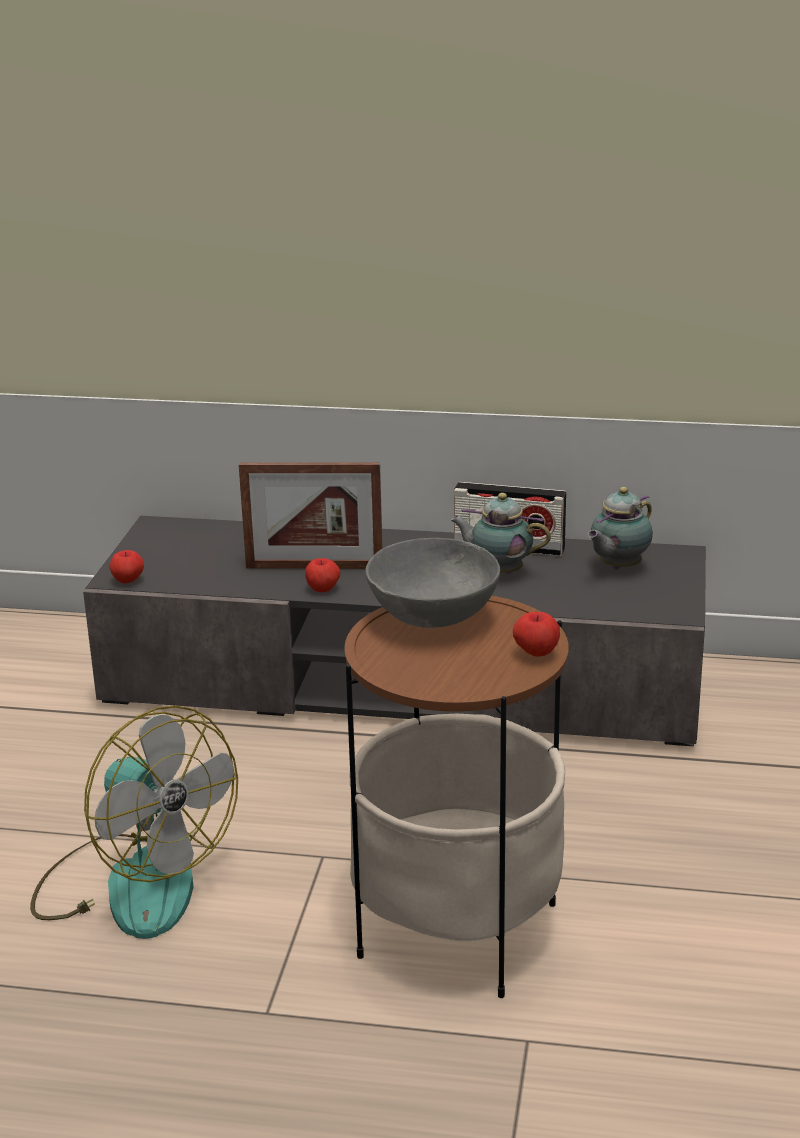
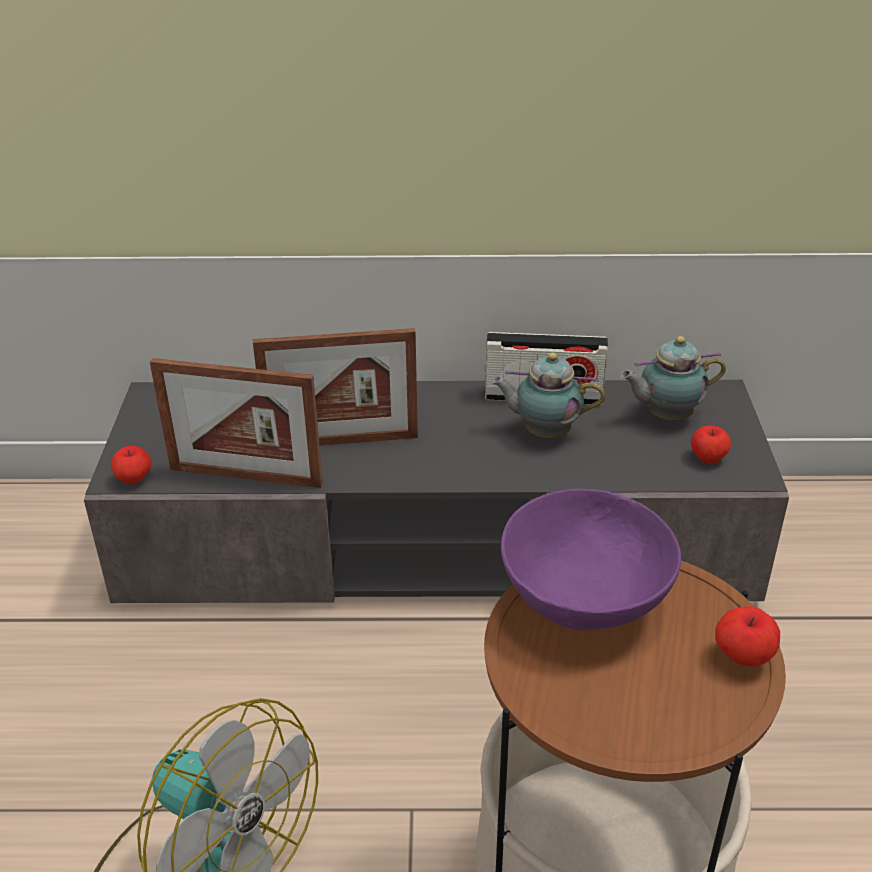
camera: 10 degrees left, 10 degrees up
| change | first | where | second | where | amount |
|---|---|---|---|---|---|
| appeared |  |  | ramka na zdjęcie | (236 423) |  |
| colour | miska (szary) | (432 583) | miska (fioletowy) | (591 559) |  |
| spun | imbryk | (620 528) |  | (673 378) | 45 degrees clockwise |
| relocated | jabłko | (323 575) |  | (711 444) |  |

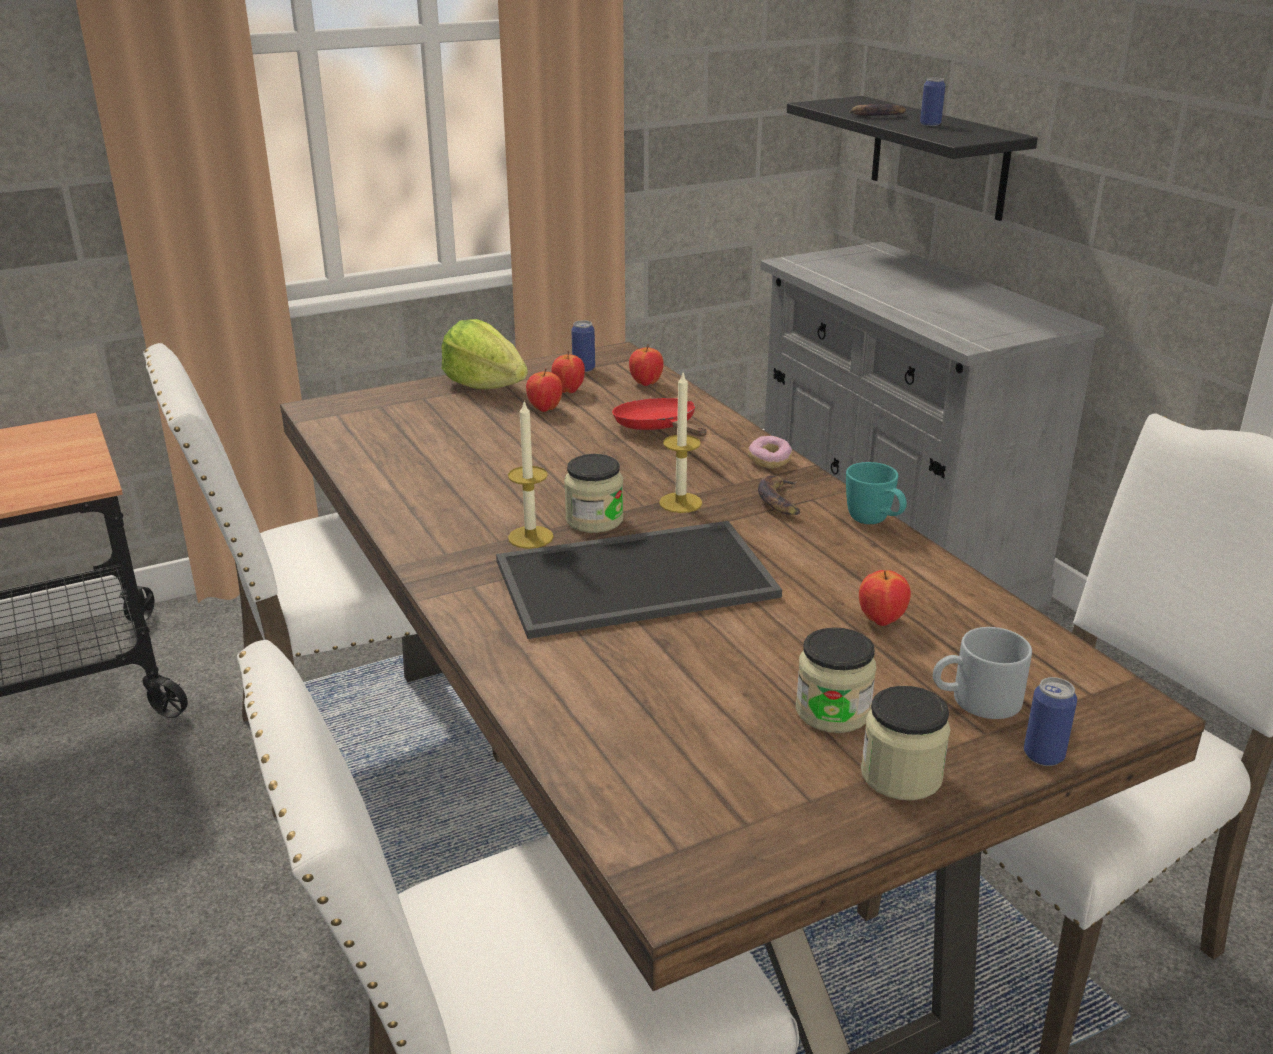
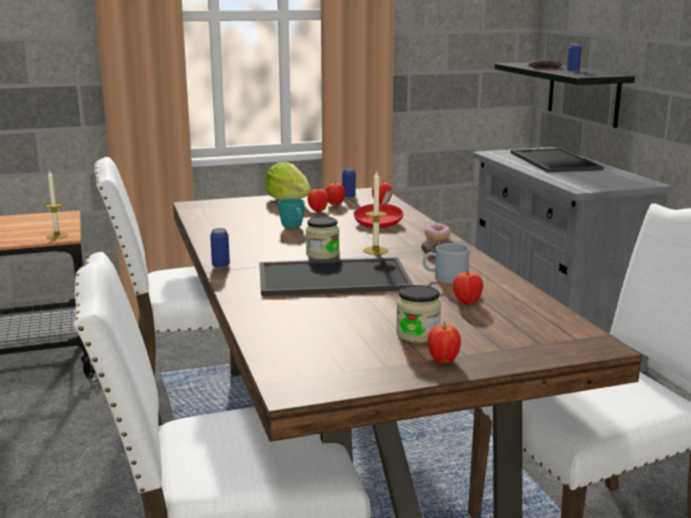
camera: 10 degrees right, 10 degrees down
| change | first | where | second | where | amount |
|---|---|---|---|---|---|
| relocated | świeca | (531 474) |  | (56 205) |  |
| relocated | puszka | (1050 721) |  | (220 248) |  |
| relocated | kubek (turkusowy) | (876 493) |  | (291 213) |  |
| spun | patelnia (czerwony) | (659 417) |  | (379 209) | 150 degrees counterclockwise |
| relocated | kubek (szary) | (982 673) |  | (446 263) |  |
| exchanged | słoik | (905 743) | jabłko | (444 343) |  |
| appeared |  |  | taca | (557 160) |  |

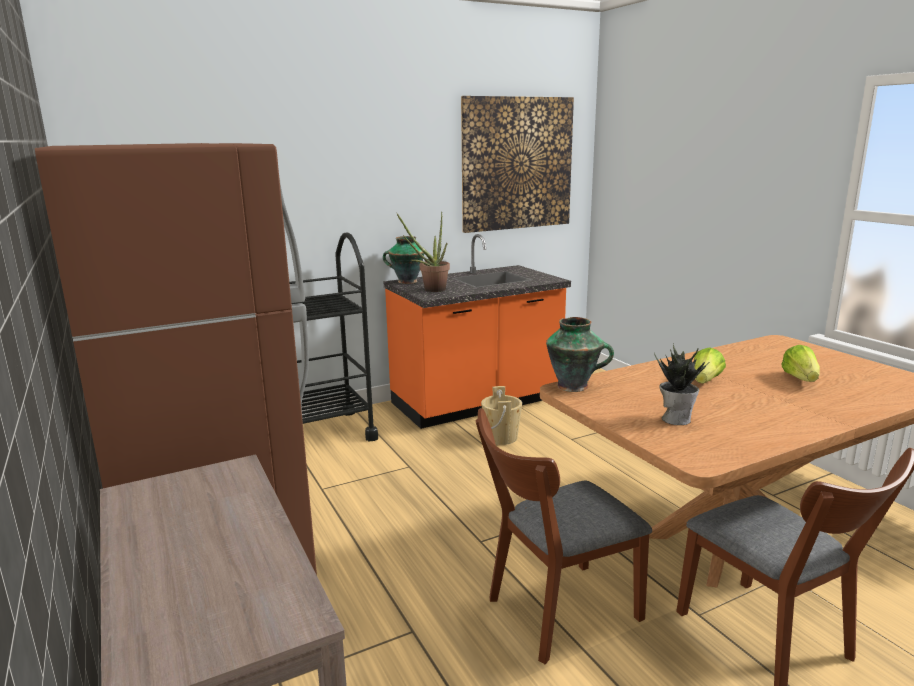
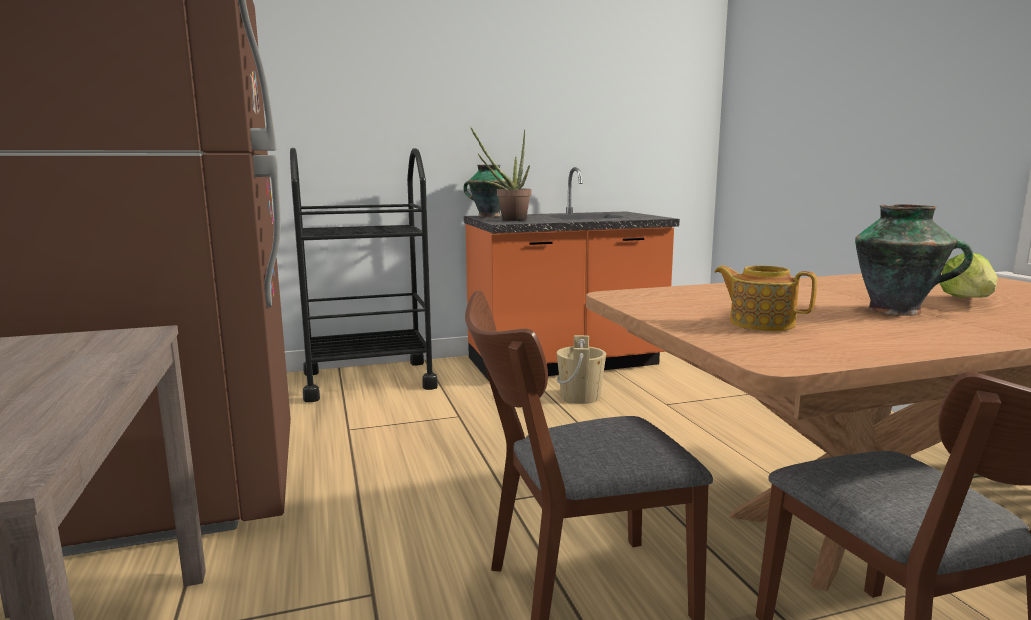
camera: 10 degrees right, 5 degrees down
| change | first | where | second | where | amount |
|---|---|---|---|---|---|
| exchanged | roślina doniczkowa | (682 384) | imbryk | (766 298) |  |
| relocated | wazon | (580 354) |  | (914 260) |  |
| missing | obraz | (517 164) |  |  |  |
| missing | sałata | (710 365) |  |  |  |

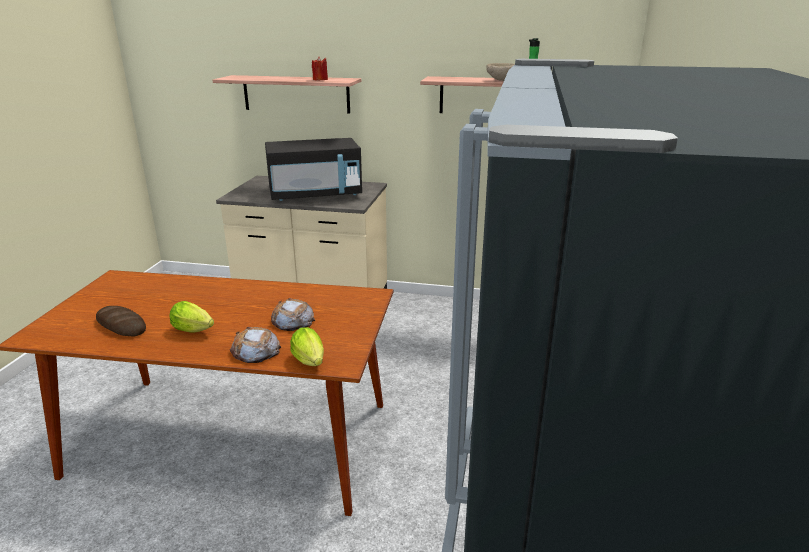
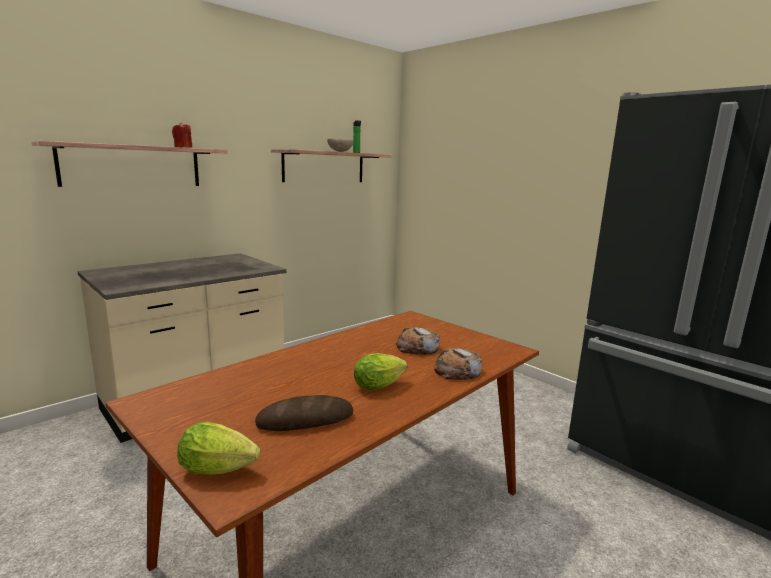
camera: 55 degrees left, 10 degrees down
| change | first | where | second | where | amount |
|---|---|---|---|---|---|
| relocated | sałata | (307 346) |  | (218 448) |  |
| missing | mikrofalówka (czarny) | (313 169) |  |  |  |

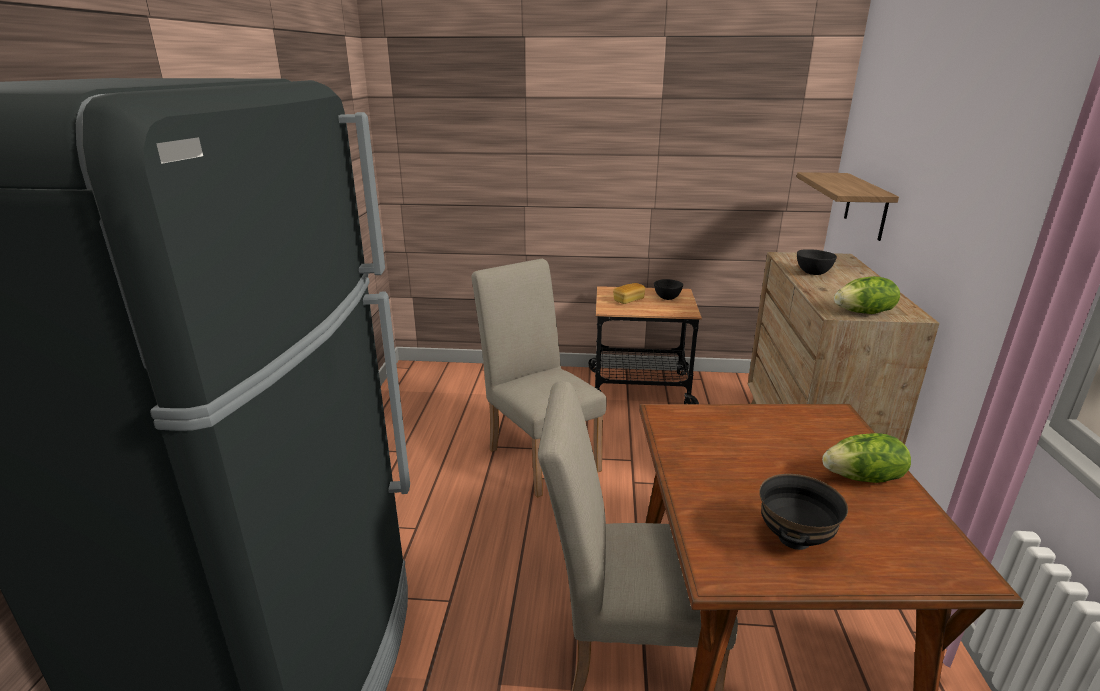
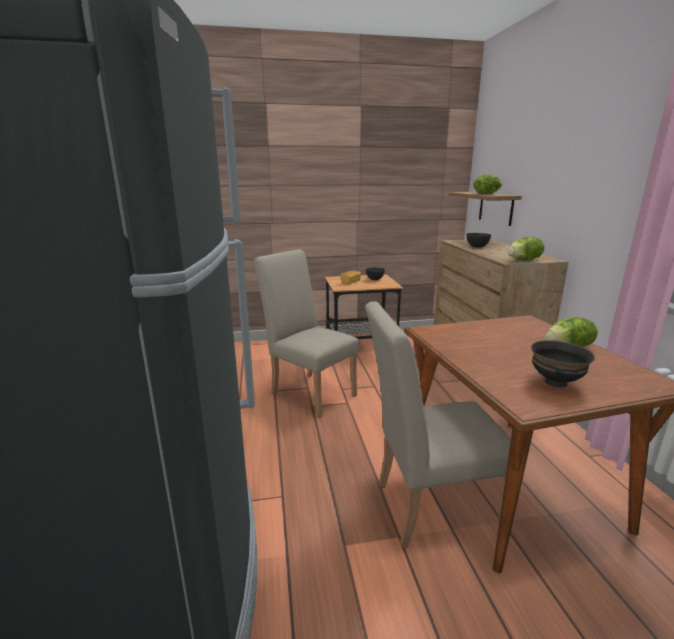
camera: 15 degrees left, 5 degrees down
| change | first | where | second | where | amount |
|---|---|---|---|---|---|
| appeared |  |  | sałata | (487 184) |  |

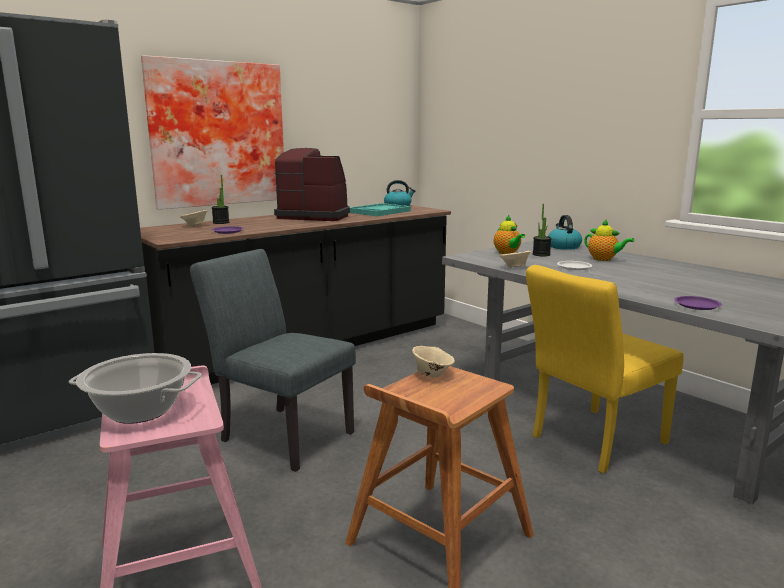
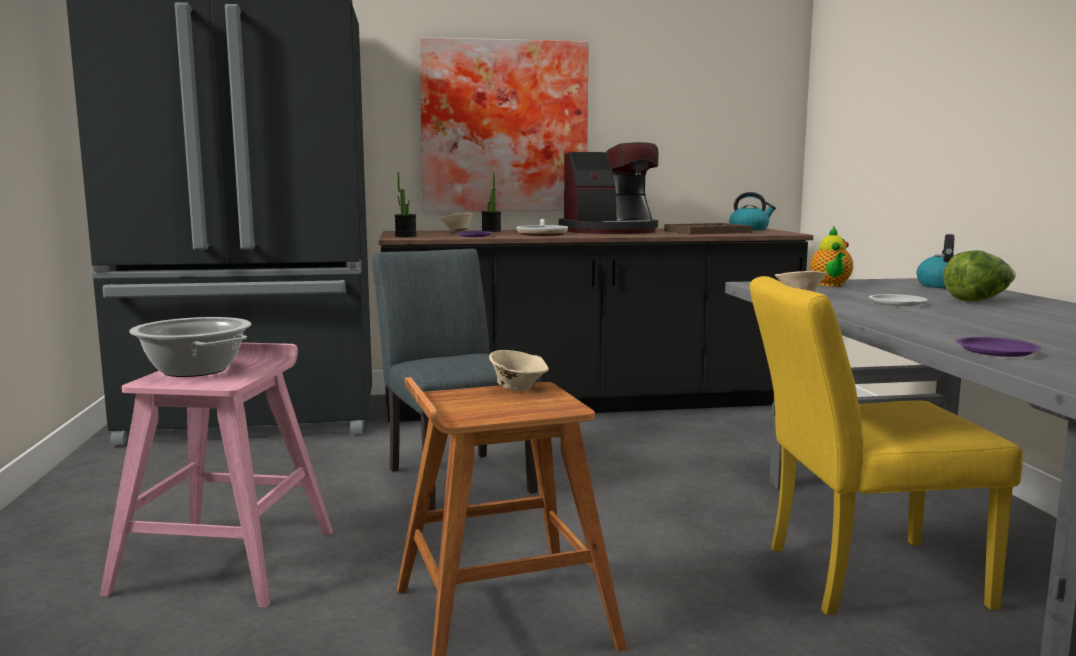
camera: 30 degrees right, 5 degrees down
| change | first | where | second | where | amount |
|---|---|---|---|---|---|
| relocated | roślina doniczkowa | (542 230) |  | (406 204) |  |
| appeared |  |  | patelnia | (542 227) |  |
| spun | ekspres do kawy | (312 184) |  | (608 188) | 120 degrees clockwise |
| colour | taca (turkusowy) | (380 209) | taca (brązowy) | (708 228) |  |
| exchanged | imbryk | (609 240) | sałata | (979 275) |  |

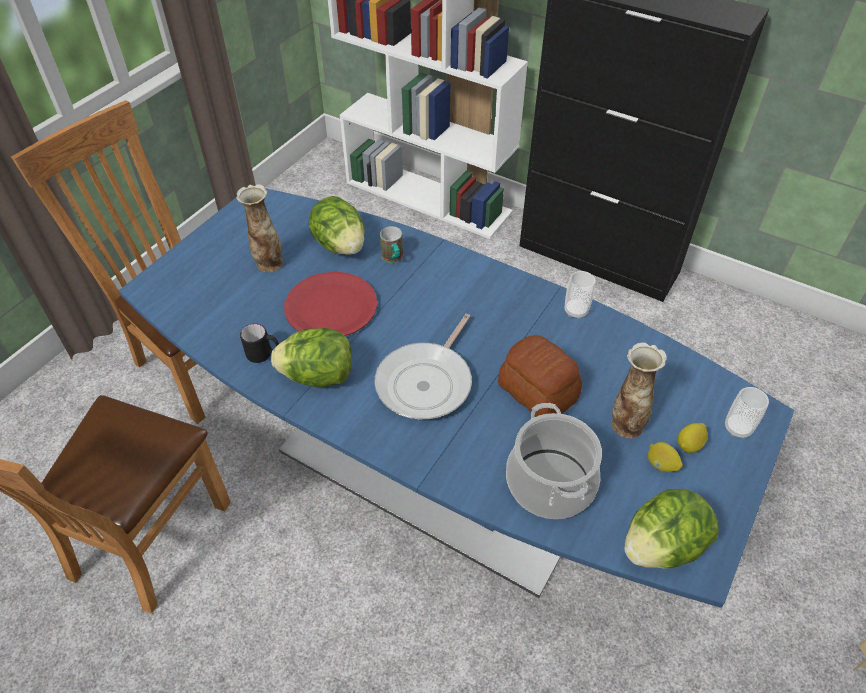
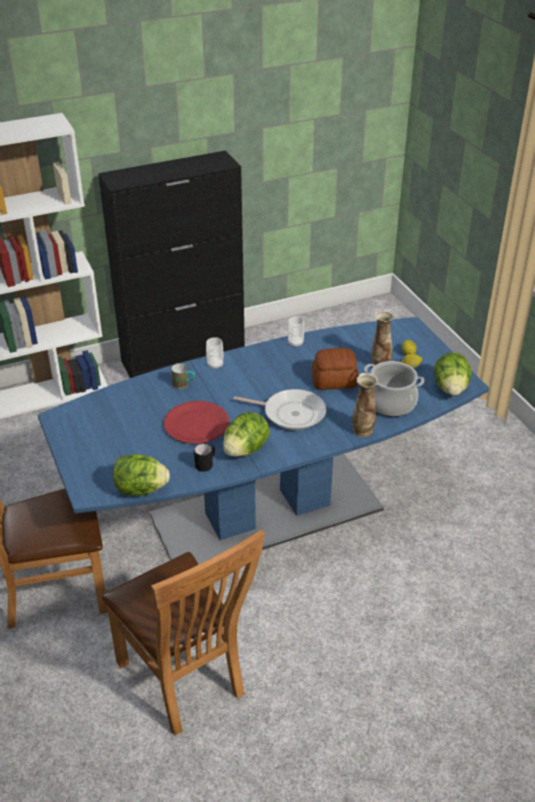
camera: 55 degrees left, 10 degrees down
| change | first | where | second | where | amount |
|---|---|---|---|---|---|
| relocated | sałata | (337 225) |  | (141 475) |  |
| relocated | filiżanka | (747 413) |  | (214 353) |  |
| spun | patelnia | (423 366) |  | (279 409) | 45 degrees counterclockwise |
| relocated | wazon | (259 228) |  | (365 405) |  |

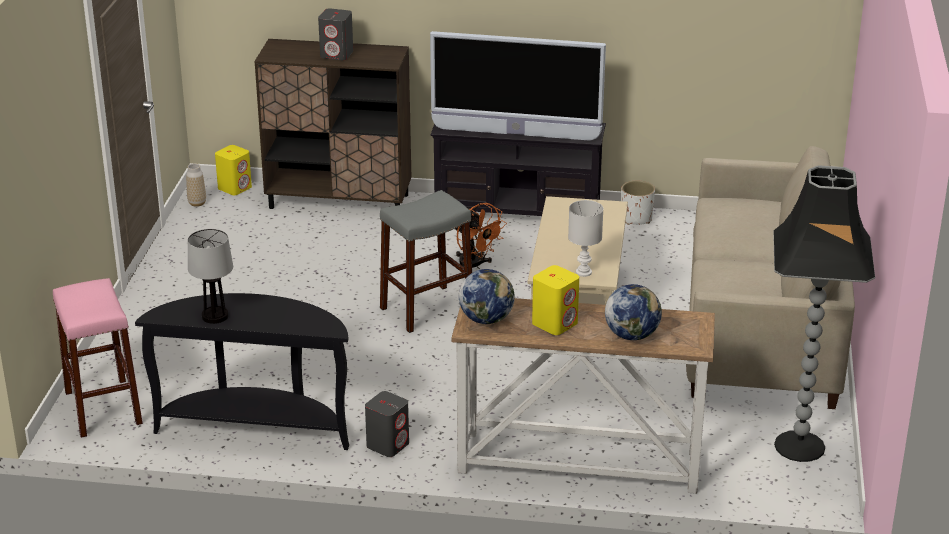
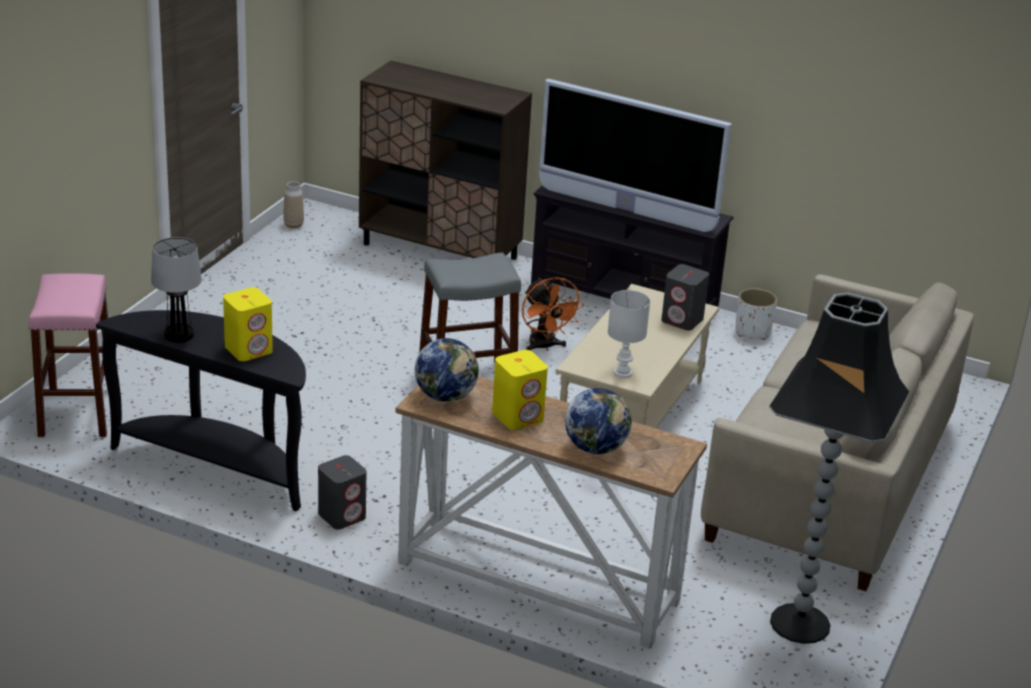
camera: 15 degrees right, 0 degrees up
| change | first | where | second | where | amount |
|---|---|---|---|---|---|
| relocated | głośnik (żółty) | (233 170) |  | (248 324) |  |
| relocated | głośnik (szary) | (335 34) |  | (685 297) |  |

